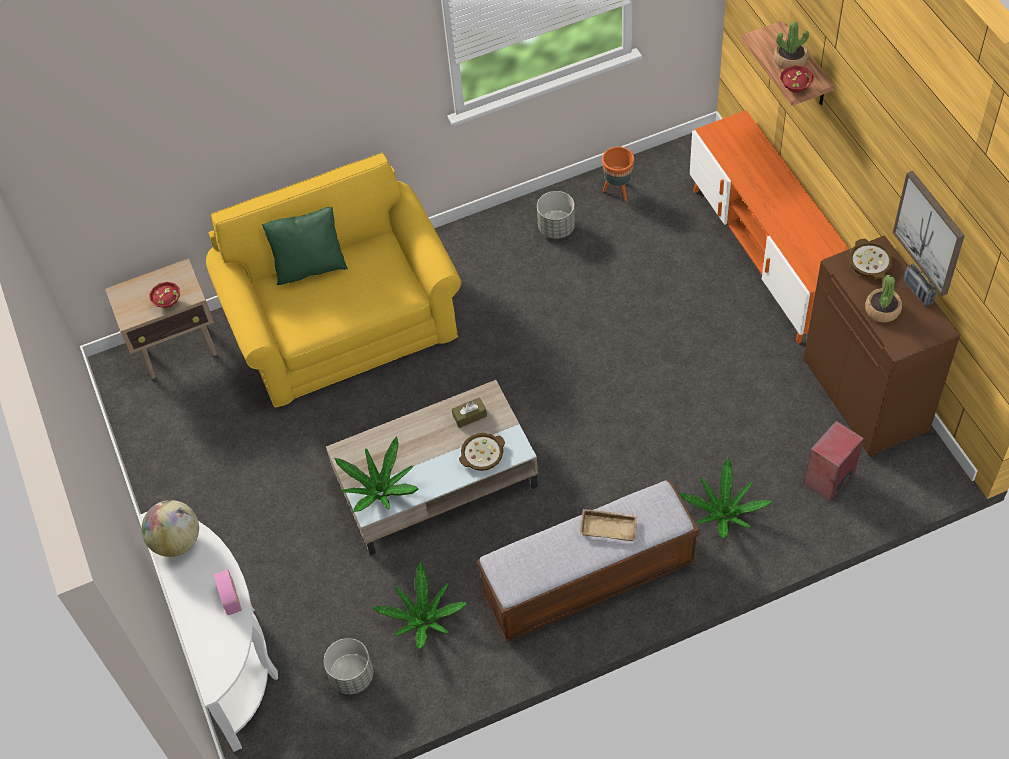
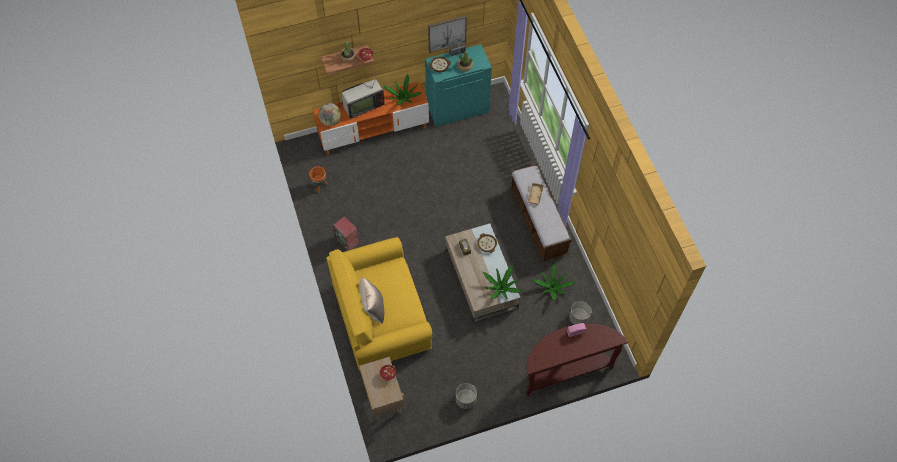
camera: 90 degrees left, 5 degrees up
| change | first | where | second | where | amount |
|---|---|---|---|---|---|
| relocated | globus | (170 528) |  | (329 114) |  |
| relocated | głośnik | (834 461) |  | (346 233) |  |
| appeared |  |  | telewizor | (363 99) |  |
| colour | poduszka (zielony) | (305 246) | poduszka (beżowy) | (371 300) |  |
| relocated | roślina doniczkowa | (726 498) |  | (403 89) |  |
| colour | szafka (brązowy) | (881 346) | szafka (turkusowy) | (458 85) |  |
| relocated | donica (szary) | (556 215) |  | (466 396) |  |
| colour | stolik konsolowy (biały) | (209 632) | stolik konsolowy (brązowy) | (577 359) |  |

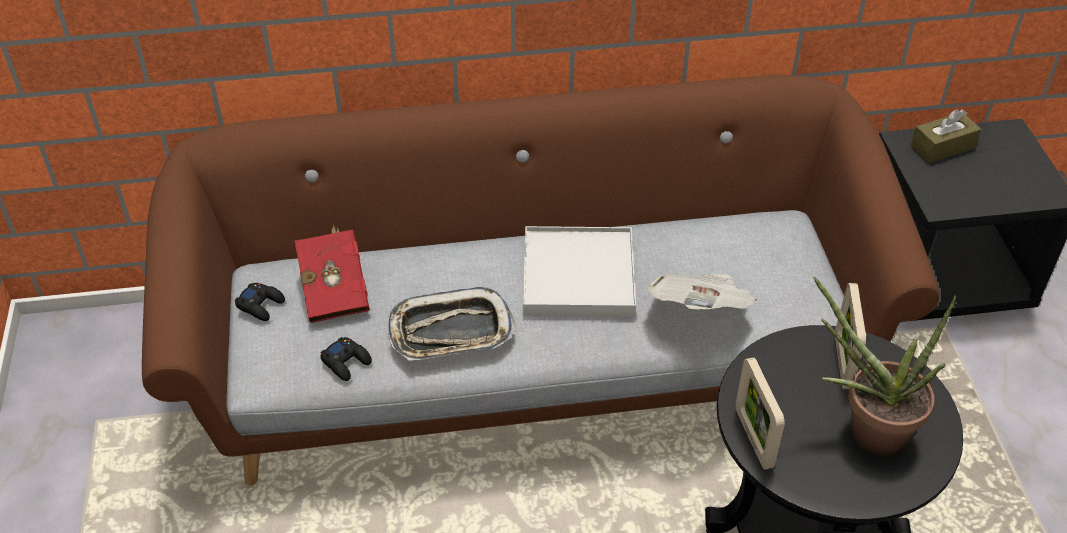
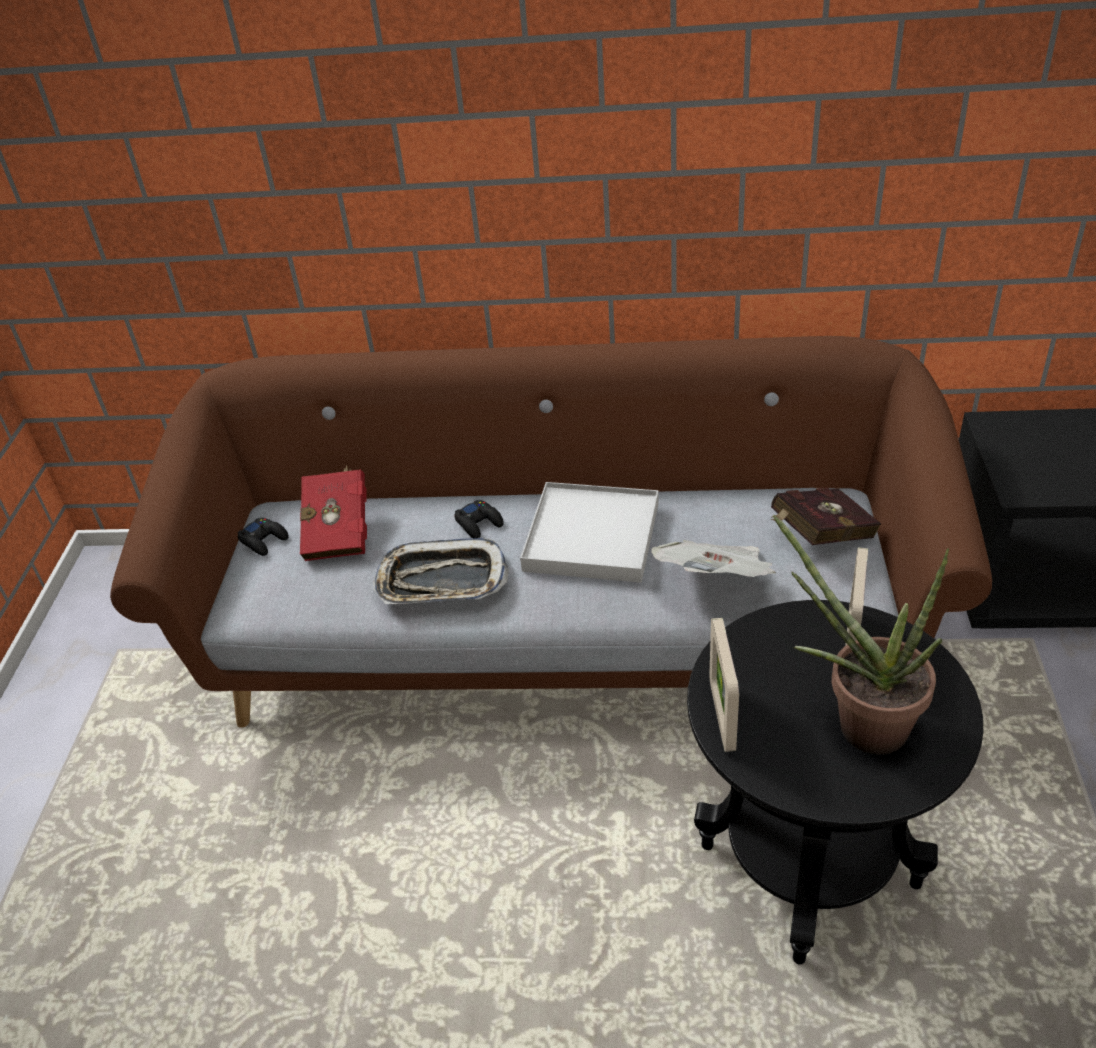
camera: 15 degrees right, 5 degrees down
| change | first | where | second | where | amount |
|---|---|---|---|---|---|
| relocated | pad do gier (czarny) | (346 359) |  | (479 519) |  |
| appeared |  |  | książka (czerwony) | (826 516) |  |
| missing | pudełko chusteczek (brązowy) | (946 136) |  |  |  |

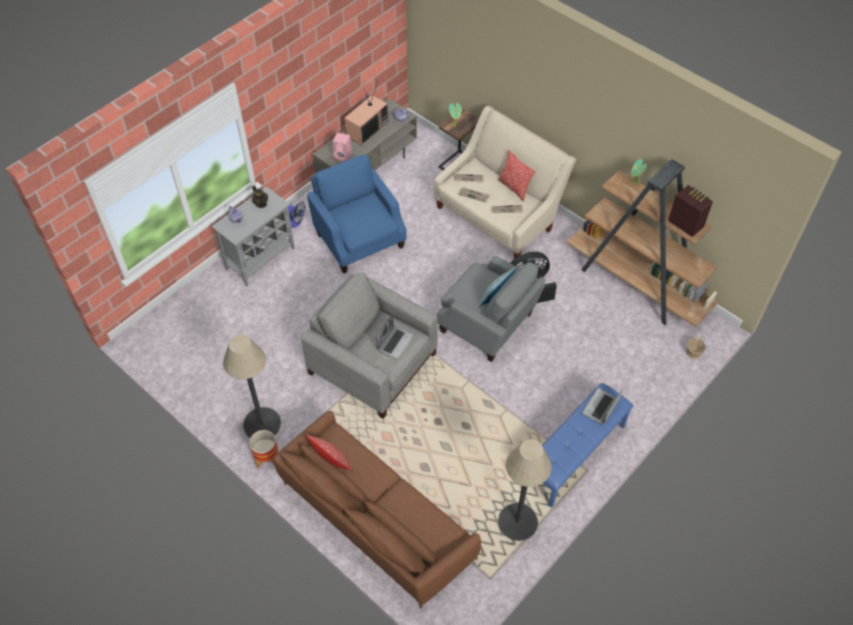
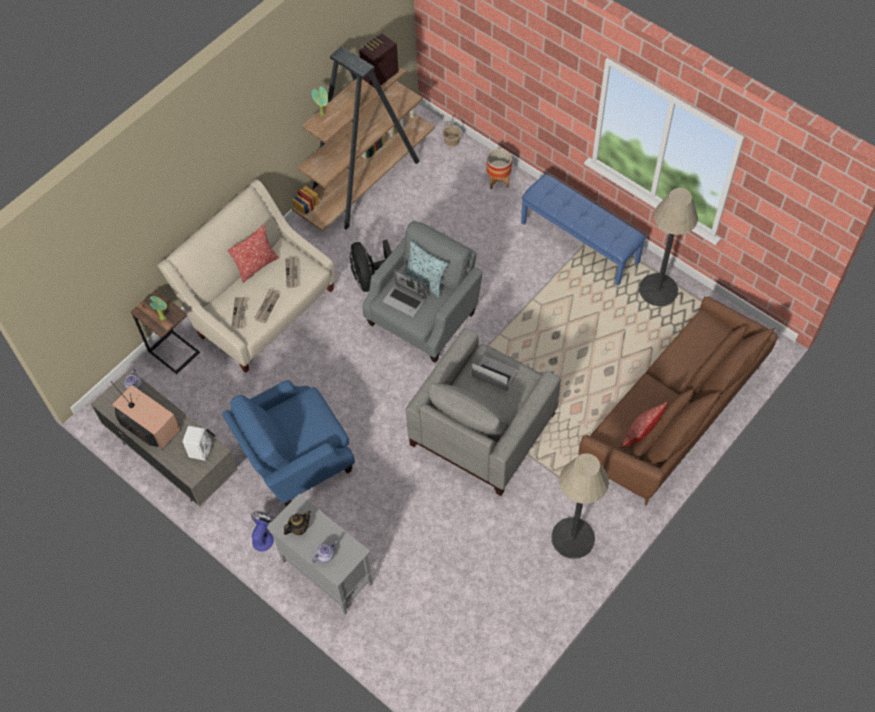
camera: 90 degrees left, 5 degrees up
| change | first | where | second | where | amount |
|---|---|---|---|---|---|
| colour | głośnik (różowy) | (342 147) | głośnik (biały) | (197 443) |  |
| relocated | laptop | (602 406) |  | (404 293) |  |
| relocated | donica | (263 449) |  | (499 169) |  |

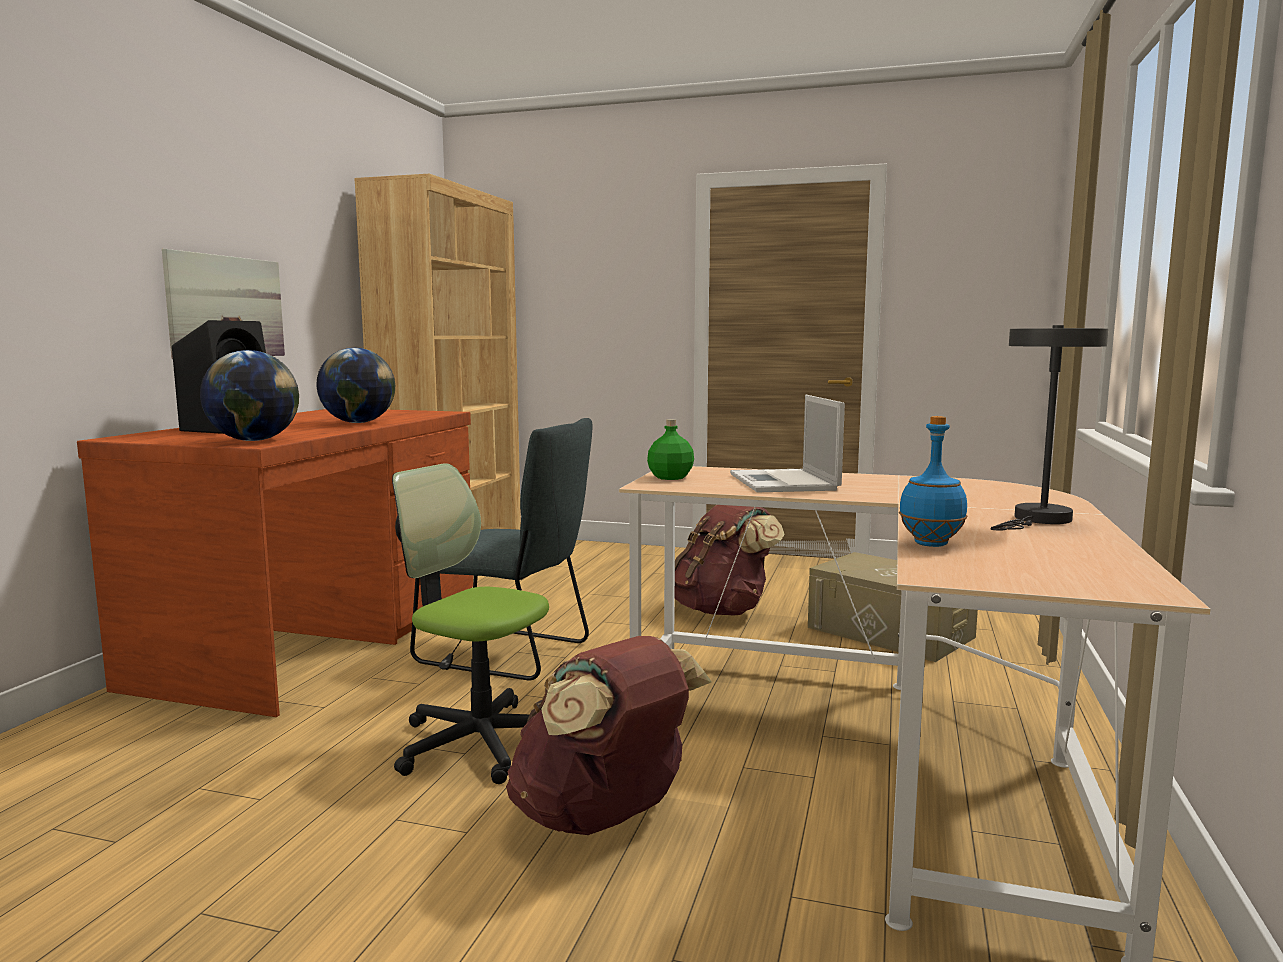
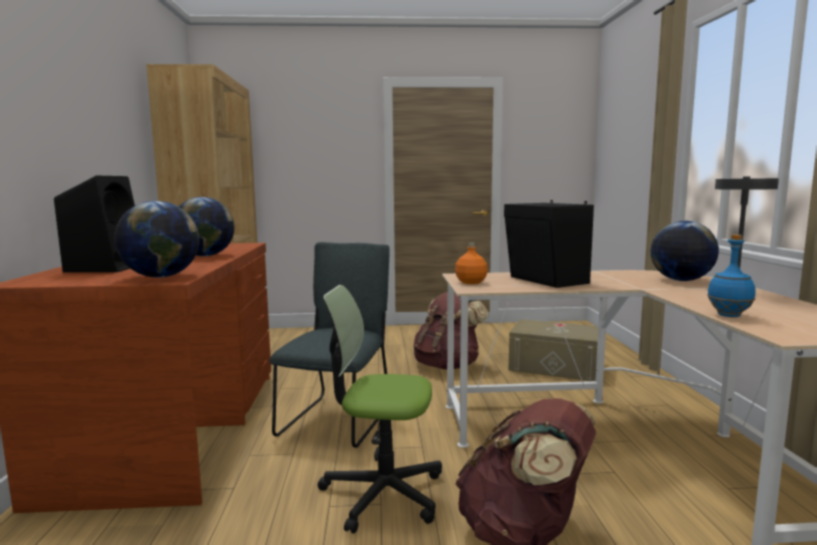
camera: 20 degrees left, 0 degrees up
| change | first | where | second | where | amount |
|---|---|---|---|---|---|
| spun | krzesło (szary) | (501 549) |  | (329 345) | 75 degrees counterclockwise |
| colour | butelka (zielony) | (670 449) | butelka (pomarańczowy) | (471 263) |  |
| exchanged | laptop | (787 443) | głośnik (czarny) | (549 244) |  |
| appeared |  |  | globus | (685 251) |  |
| missing | obraz | (223 304) |  |  |  |

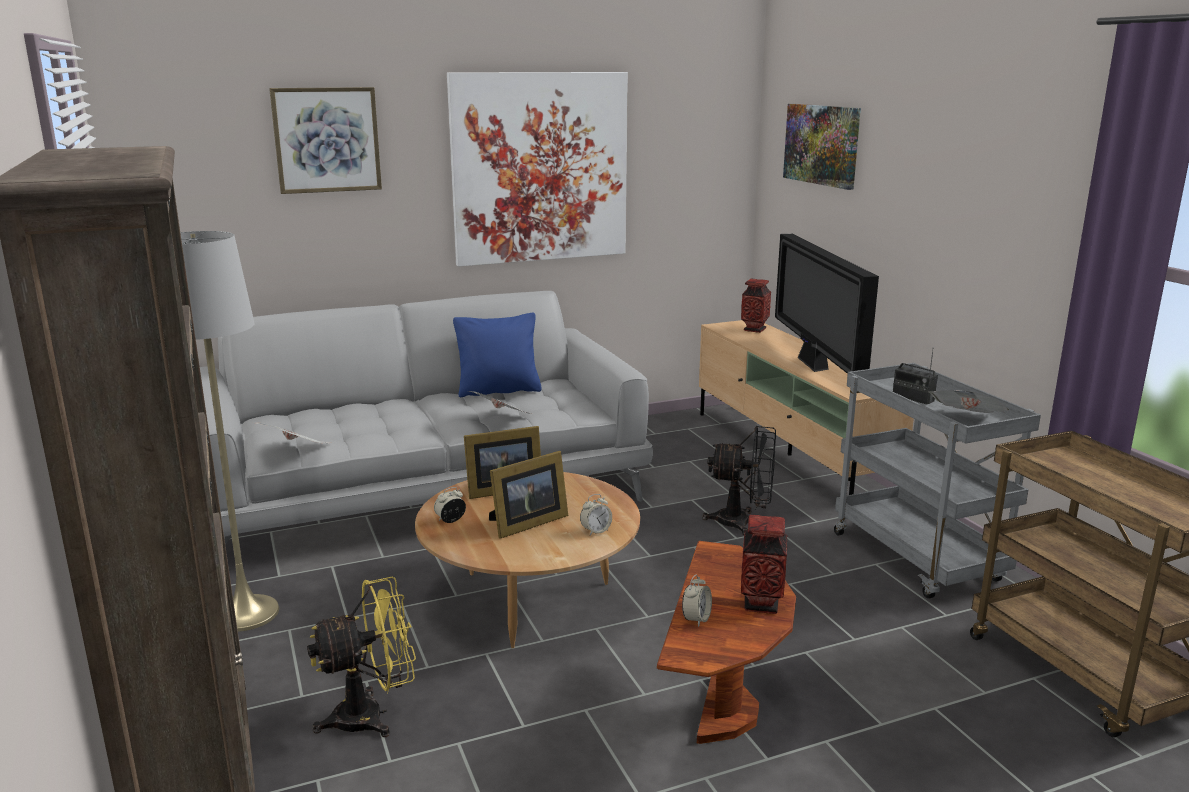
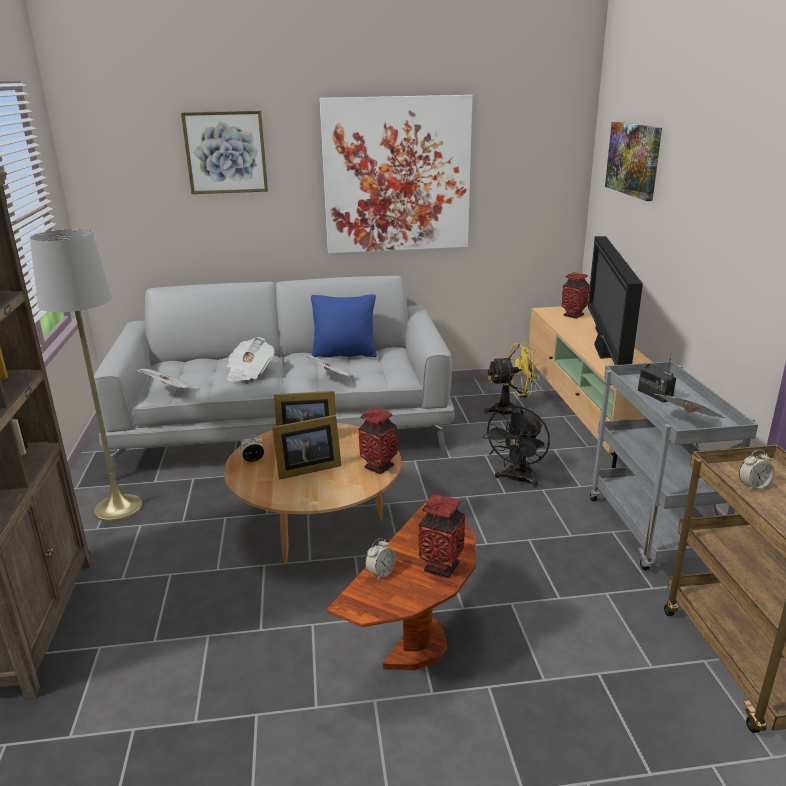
camera: 15 degrees right, 5 degrees up
| change | first | where | second | where | amount |
|---|---|---|---|---|---|
| appeared |  |  | gazeta | (251 359) |  |
| appeared |  |  | wazon | (378 441) |  |
| spun | wentylator (czarny) | (739 480) |  | (516 446) | 90 degrees clockwise |
| relocated | wentylator (żółty) | (361 657) |  | (512 378) |  |
| relocated | budzik | (596 514) |  | (757 470) |  |

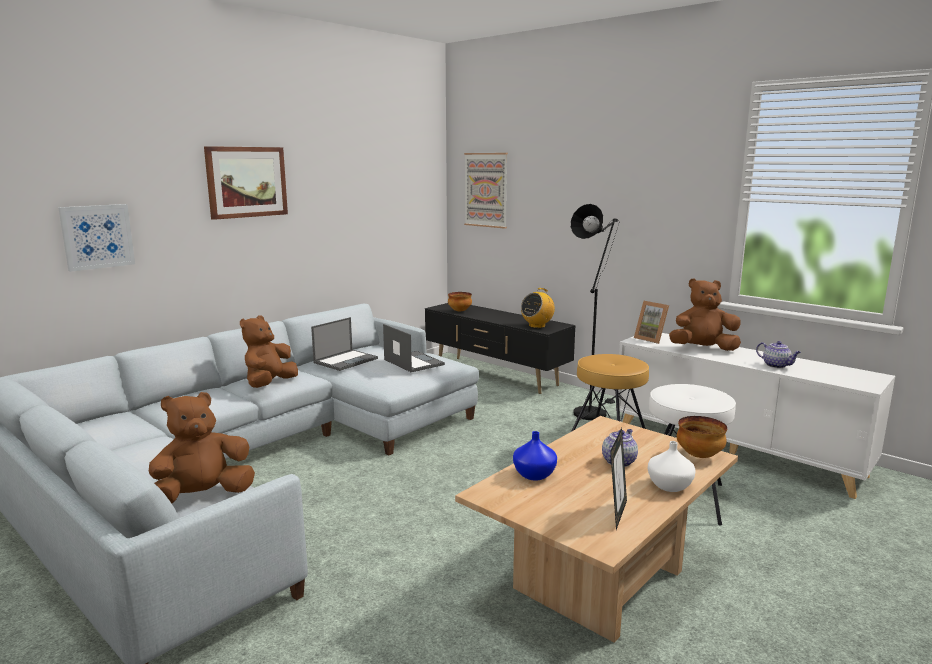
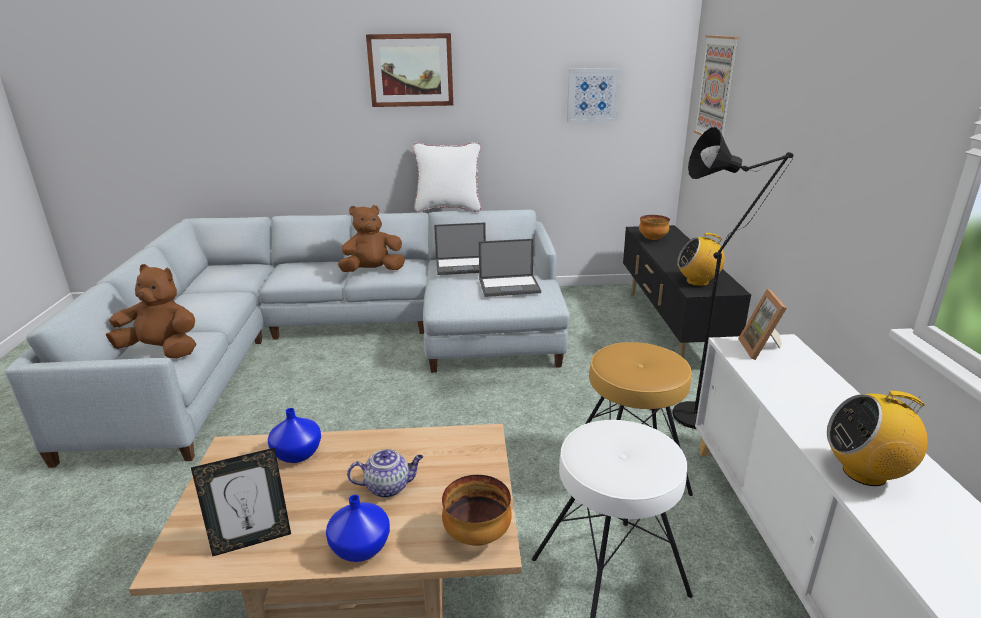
camera: 45 degrees right, 10 degrees up
| change | first | where | second | where | amount |
|---|---|---|---|---|---|
| colour | wazon (biały) | (672 466) | wazon (niebieski) | (358 528) |  |
| appeared |  |  | poduszka (biały) | (447 177) |  |
| spun | laptop | (414 348) |  | (510 268) | 75 degrees clockwise |
| relocated | obraz | (96 238) |  | (594 95) |  |
| exchanged | imbryk | (778 354) | radio | (877 438) |  |
| missing | pluszak (brązowy) | (705 314) |  |  |  |

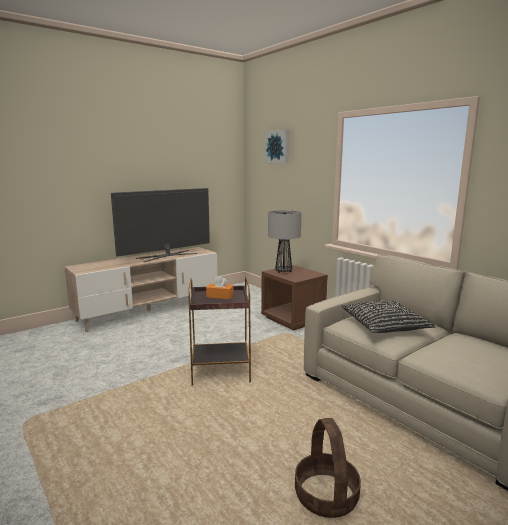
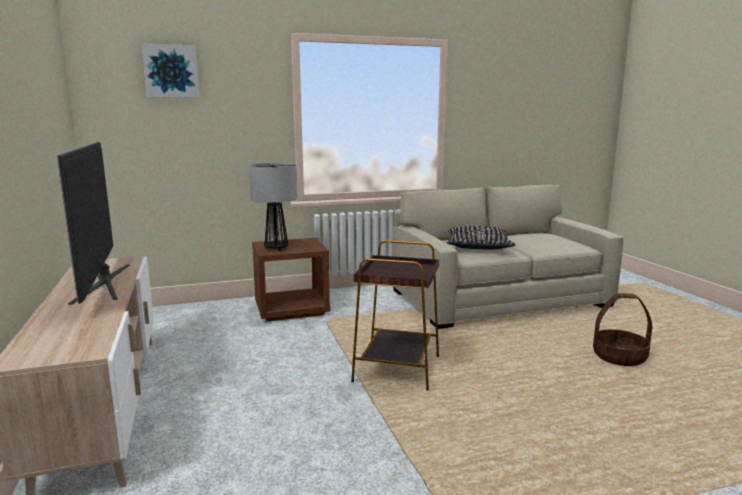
camera: 70 degrees left, 0 degrees up
| change | first | where | second | where | amount |
|---|---|---|---|---|---|
| missing | pudełko chusteczek (pomarańczowy) | (220 287) |  |  |  |

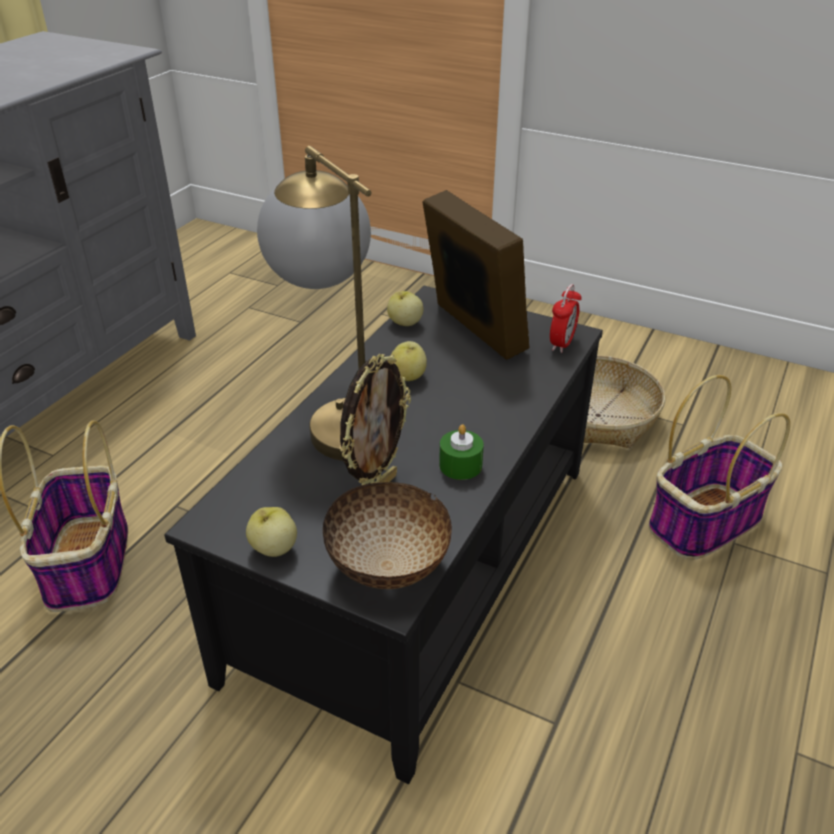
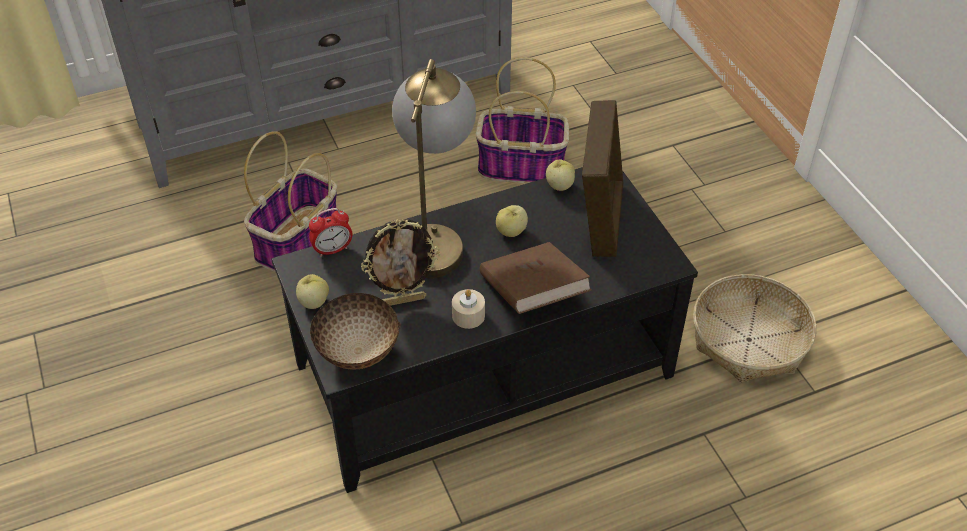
camera: 40 degrees right, 10 degrees up
| change | first | where | second | where | amount |
|---|---|---|---|---|---|
| relocated | budzik | (565 318) |  | (330 232) |  |
| colour | świeca (zielony) | (461 452) | świeca (beżowy) | (468 309) |  |
| relocated | koszyk | (719 467) |  | (522 120) |  |
| appeared |  |  | książka (brązowy) | (536 278) |  |

